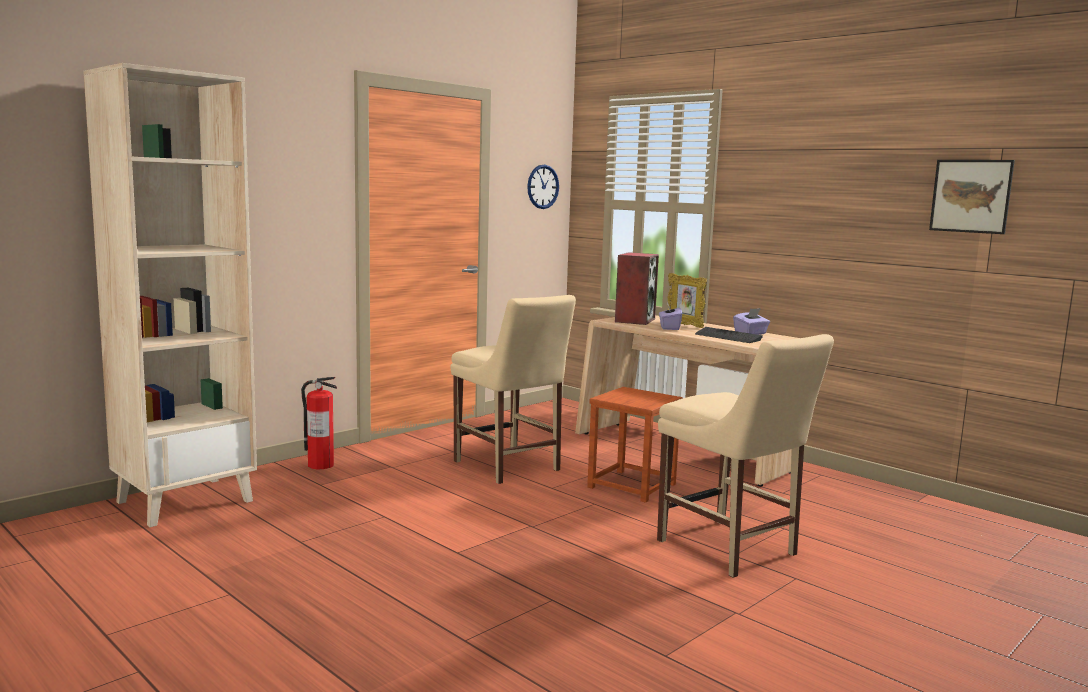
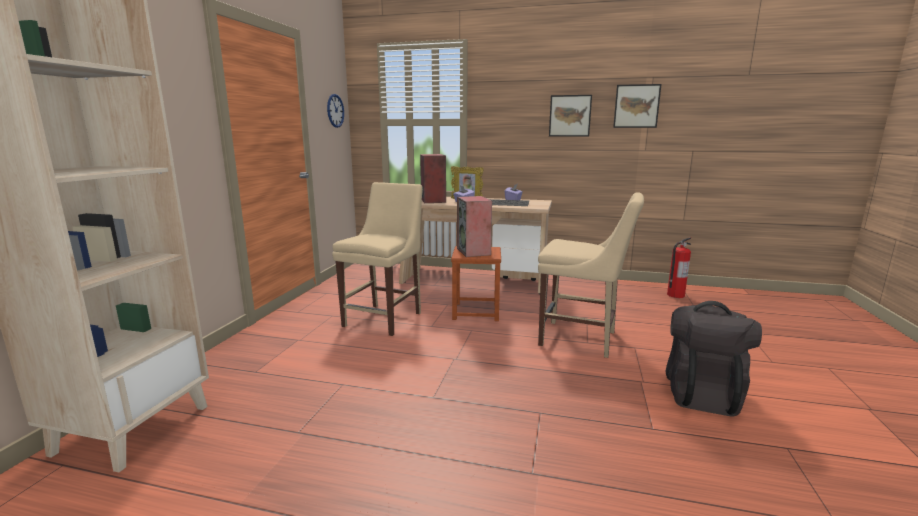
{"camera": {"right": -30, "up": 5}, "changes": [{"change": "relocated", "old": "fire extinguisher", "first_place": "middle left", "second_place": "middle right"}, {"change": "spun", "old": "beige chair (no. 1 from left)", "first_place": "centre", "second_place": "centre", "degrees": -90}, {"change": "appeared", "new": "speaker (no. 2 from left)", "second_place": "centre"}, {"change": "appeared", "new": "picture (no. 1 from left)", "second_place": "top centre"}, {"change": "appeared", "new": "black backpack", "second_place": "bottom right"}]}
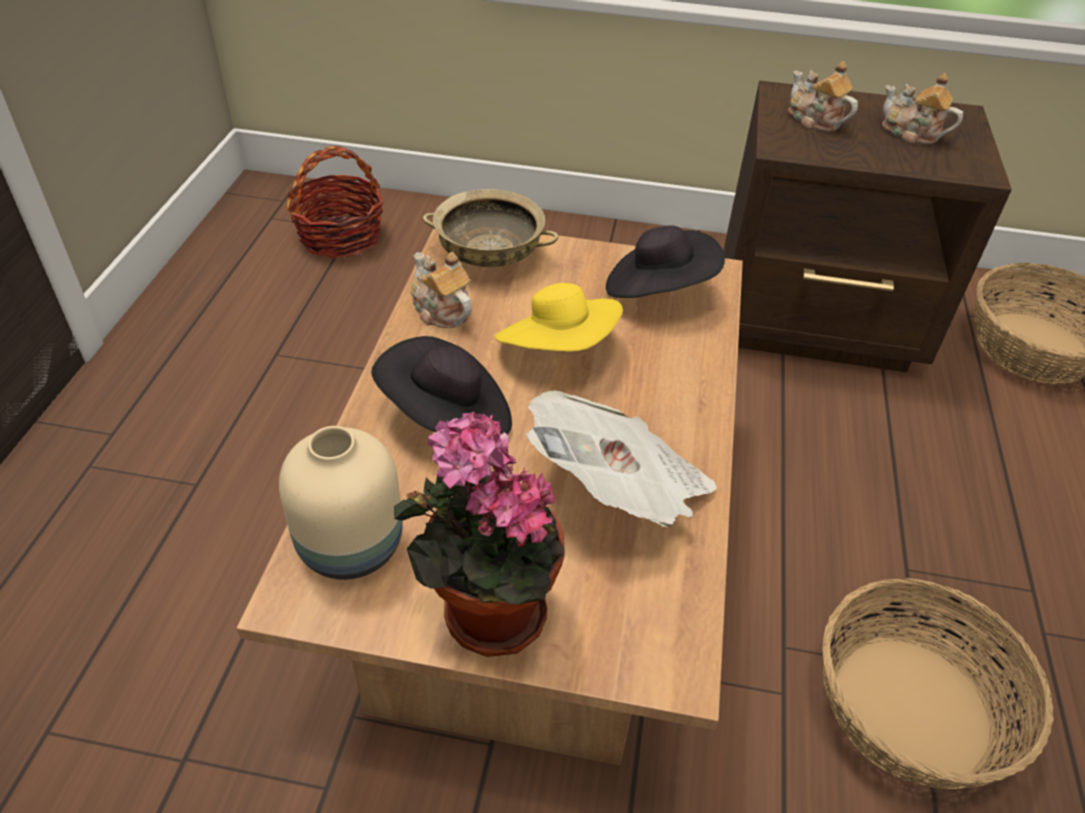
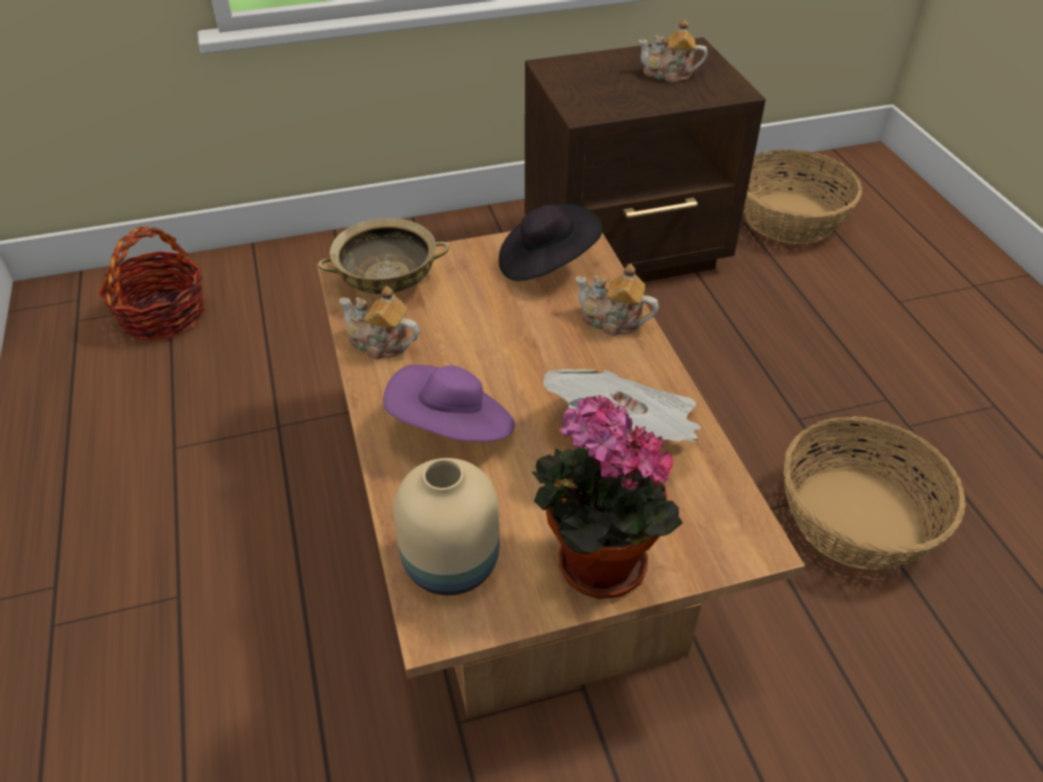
{"camera": {"right": -25, "up": 0}, "changes": [{"change": "colour", "old": "black hat (no. 1 from left)", "new": "purple hat", "first_place": "centre", "second_place": "centre"}, {"change": "missing", "old": "yellow hat", "first_place": "centre"}, {"change": "relocated", "old": "teapot (no. 2 from left)", "first_place": "top right", "second_place": "centre"}]}
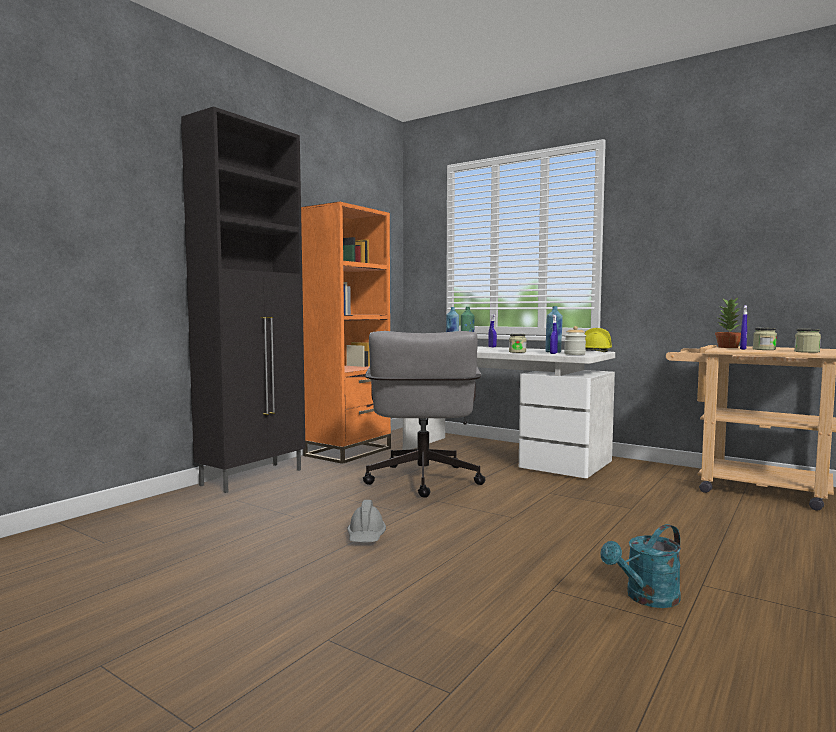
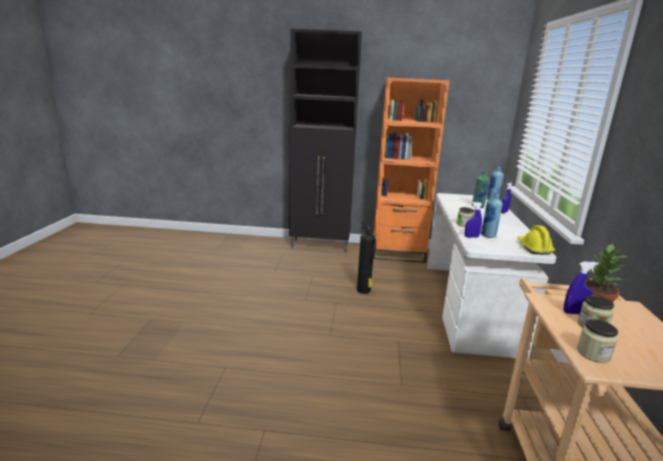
{"camera": {"right": 60, "up": 15}, "changes": [{"change": "missing", "old": "grey hard hat", "first_place": "bottom centre"}, {"change": "exchanged", "old": "grey office chair", "new": "fire extinguisher", "first_place": "centre", "second_place": "centre"}, {"change": "missing", "old": "jar (no. 2 from left)", "first_place": "middle right"}, {"change": "missing", "old": "turquoise watering can", "first_place": "bottom right"}]}
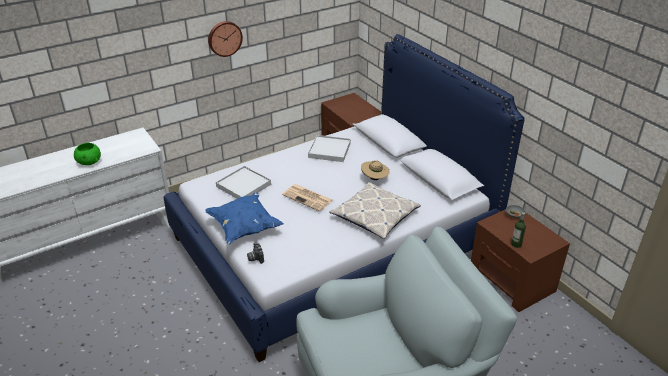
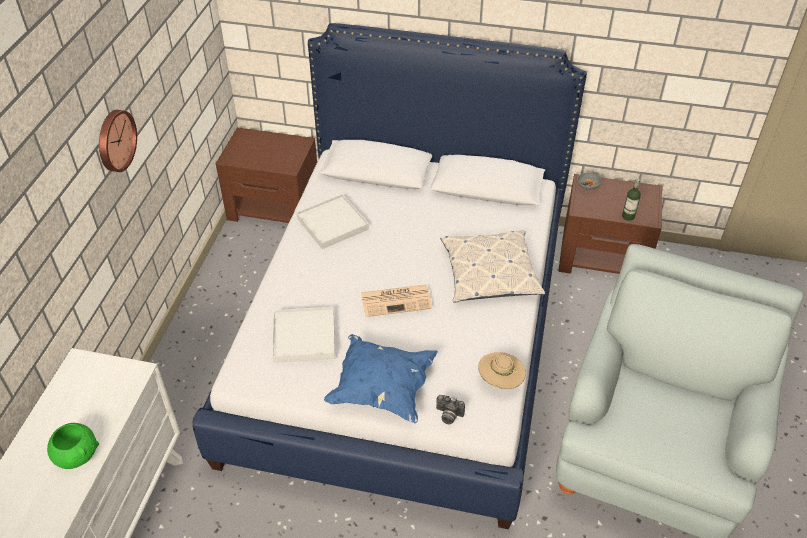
{"camera": {"right": -45, "up": 10}, "changes": [{"change": "relocated", "old": "beige hat", "first_place": "centre", "second_place": "bottom centre"}]}
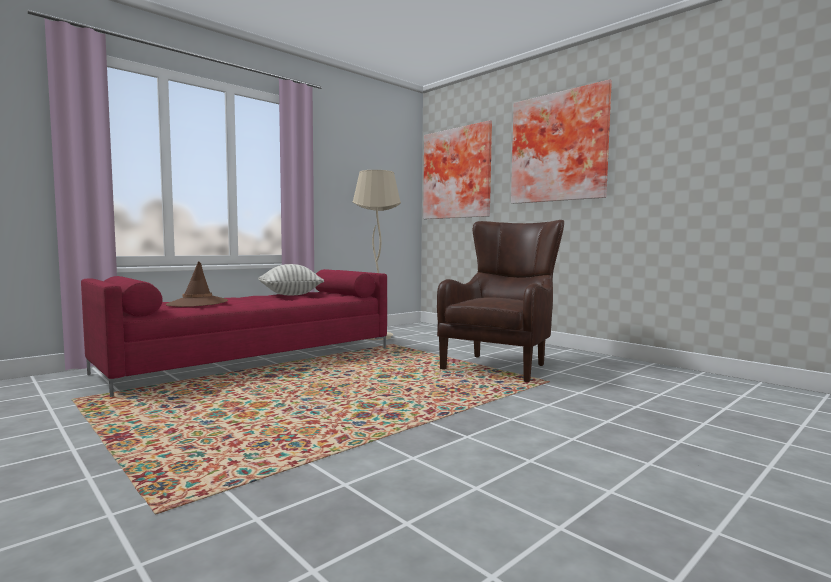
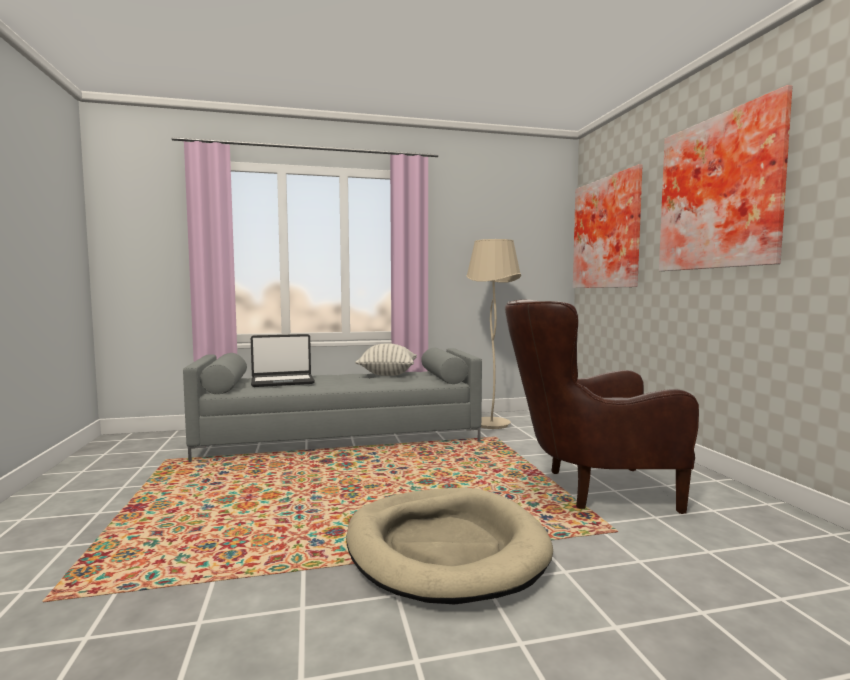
{"camera": {"right": 30, "up": 0}, "changes": [{"change": "colour", "old": "red sofa", "new": "grey sofa", "first_place": "middle left", "second_place": "centre"}, {"change": "exchanged", "old": "brown hat", "new": "laptop", "first_place": "middle left", "second_place": "middle left"}, {"change": "spun", "old": "brown armchair", "first_place": "centre", "second_place": "middle right", "degrees": -150}, {"change": "appeared", "new": "beige dog bed", "second_place": "bottom centre"}]}
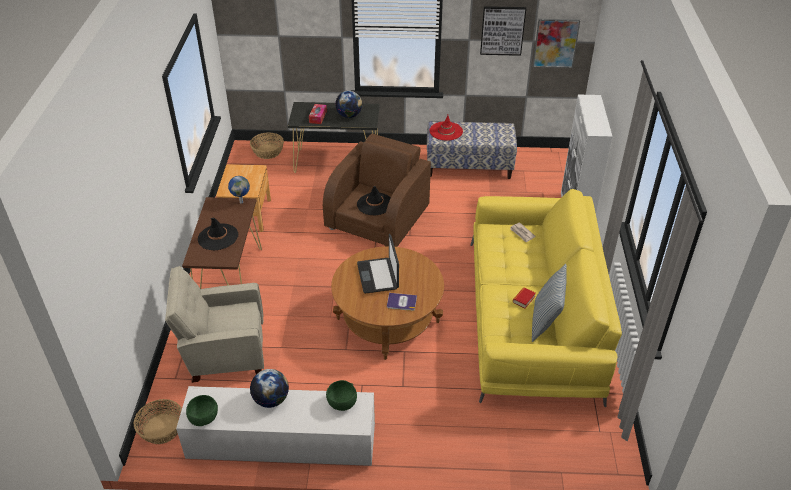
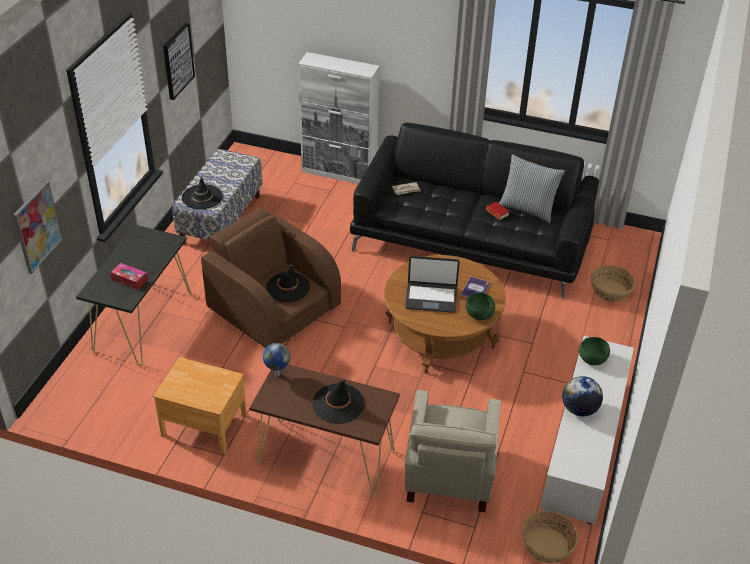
{"camera": {"right": -75, "up": 0}, "changes": [{"change": "relocated", "old": "green bowl (no. 1 from left)", "first_place": "bottom left", "second_place": "centre"}, {"change": "relocated", "old": "basket (no. 2 from left)", "first_place": "top centre", "second_place": "middle right"}, {"change": "missing", "old": "globe (no. 3 from left)", "first_place": "top centre"}, {"change": "colour", "old": "red hat", "new": "black hat (no. 1 from left)", "first_place": "top centre", "second_place": "middle left"}, {"change": "colour", "old": "yellow sofa", "new": "black sofa", "first_place": "middle right", "second_place": "centre"}, {"change": "relocated", "old": "picture (no. 2 from left in the first image)", "new": "picture (no. 1 from left)", "first_place": "top right", "second_place": "middle left"}]}
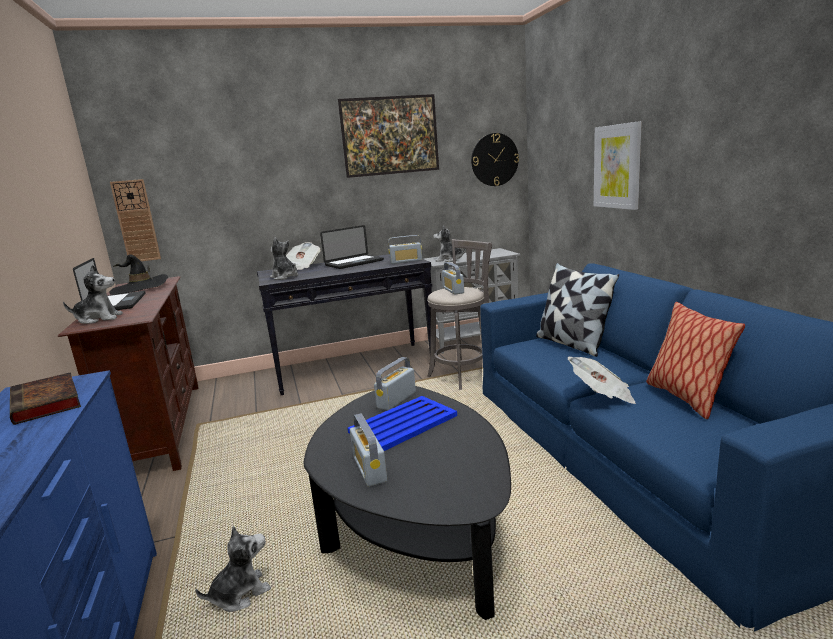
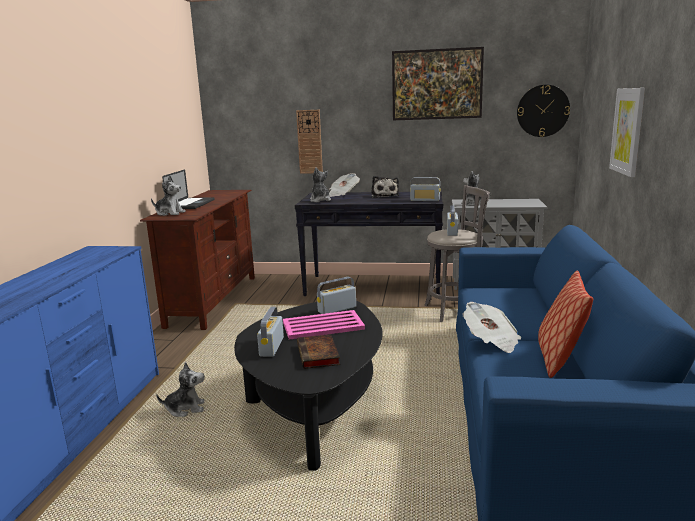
{"camera": {"right": 25, "up": 0}, "changes": [{"change": "relocated", "old": "book", "first_place": "middle left", "second_place": "bottom centre"}, {"change": "missing", "old": "black hat", "first_place": "middle left"}, {"change": "relocated", "old": "wall clock (no. 1 from left)", "first_place": "middle left", "second_place": "top centre"}, {"change": "exchanged", "old": "laptop (no. 2 from left)", "new": "plush toy (no. 4 from left)", "first_place": "centre", "second_place": "centre"}, {"change": "colour", "old": "blue tray", "new": "pink tray", "first_place": "centre", "second_place": "centre"}, {"change": "missing", "old": "pillow (no. 1 from left)", "first_place": "middle right"}]}
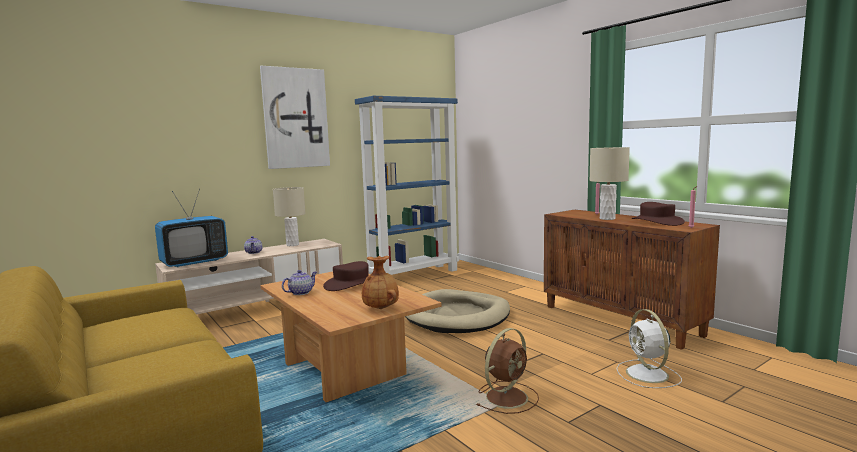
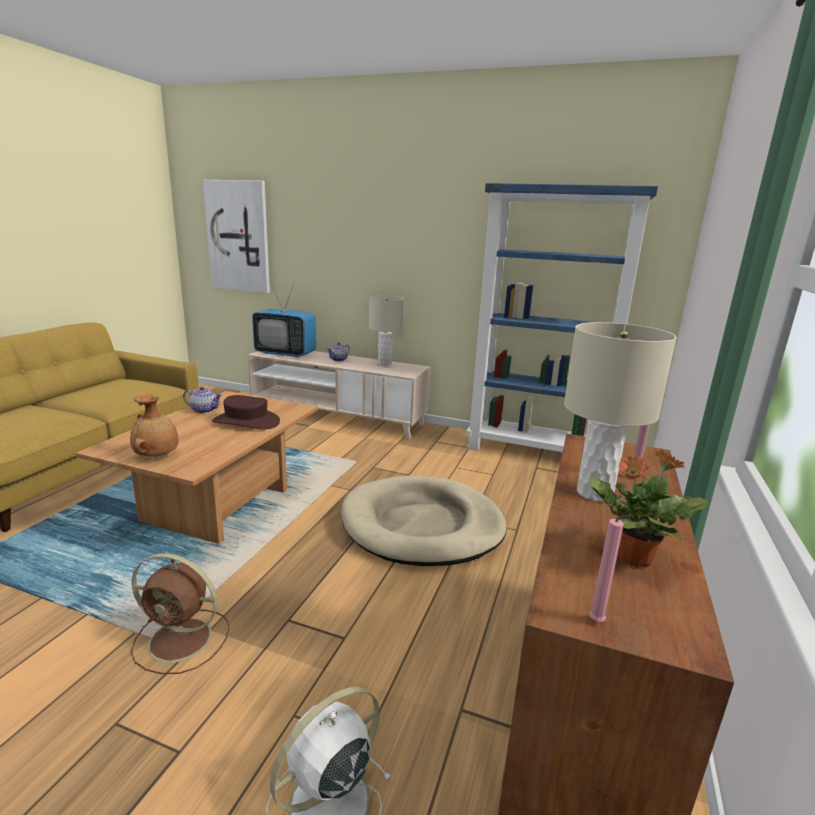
{"camera": {"right": 55, "up": 10}, "changes": [{"change": "relocated", "old": "picture", "first_place": "top centre", "second_place": "top left"}, {"change": "exchanged", "old": "brown hat (no. 2 from left)", "new": "potted plant", "first_place": "middle right", "second_place": "middle right"}]}
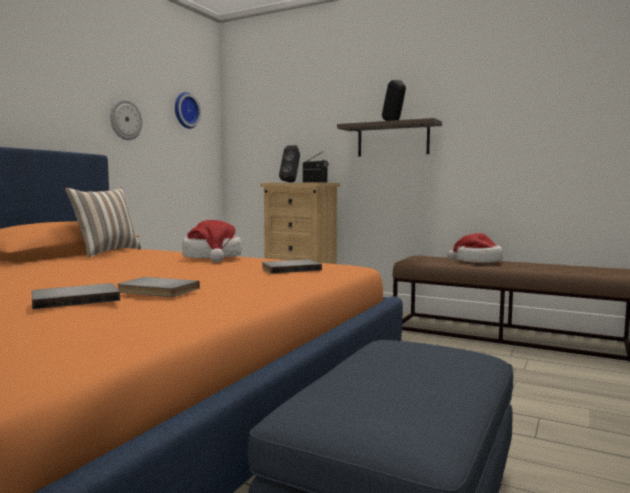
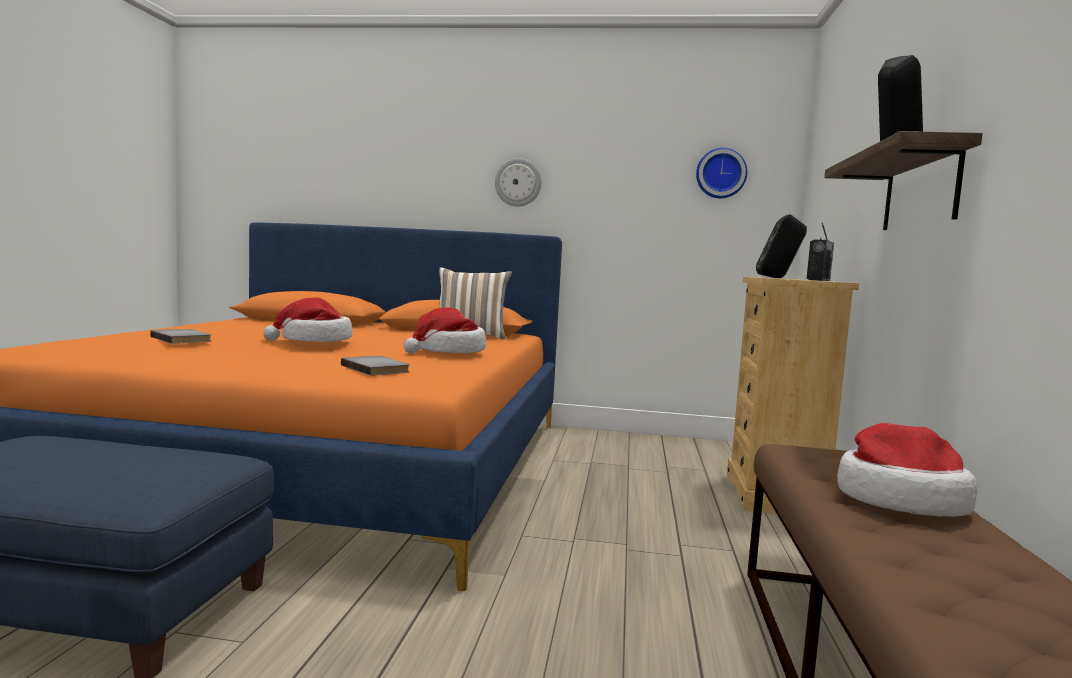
{"camera": {"right": 70, "up": 0}, "changes": [{"change": "relocated", "old": "wall clock (no. 1 from left)", "first_place": "top left", "second_place": "top centre"}, {"change": "missing", "old": "grey book (no. 2 from left)", "first_place": "middle left"}, {"change": "appeared", "new": "hat (no. 1 from left)", "second_place": "middle left"}]}
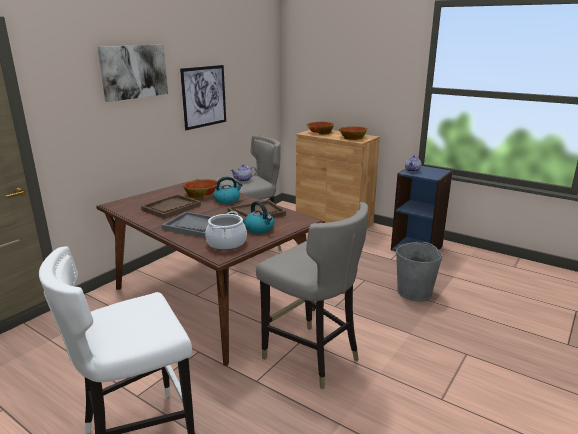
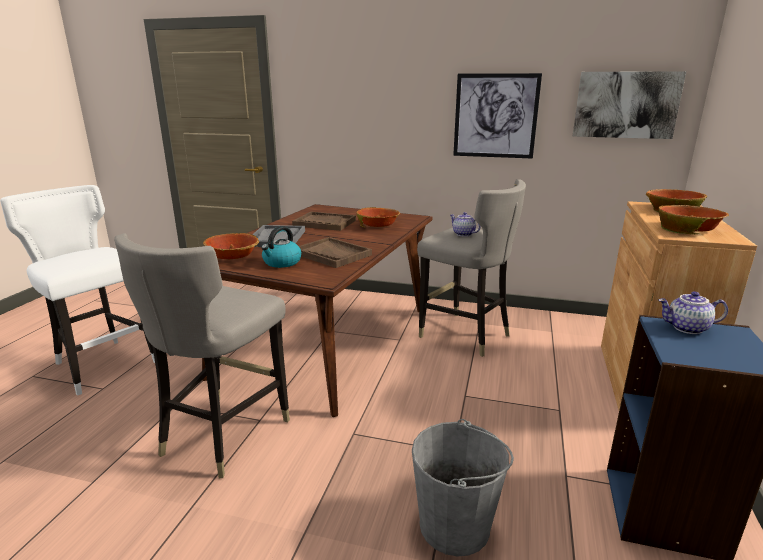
{"camera": {"right": 70, "up": 0}, "changes": [{"change": "relocated", "old": "picture (no. 1 from left in the first image)", "new": "picture (no. 2 from left)", "first_place": "top left", "second_place": "top right"}, {"change": "exchanged", "old": "cooking pot", "new": "bowl (no. 1 from left)", "first_place": "centre", "second_place": "middle left"}, {"change": "missing", "old": "kettle (no. 1 from left)", "first_place": "centre"}]}
